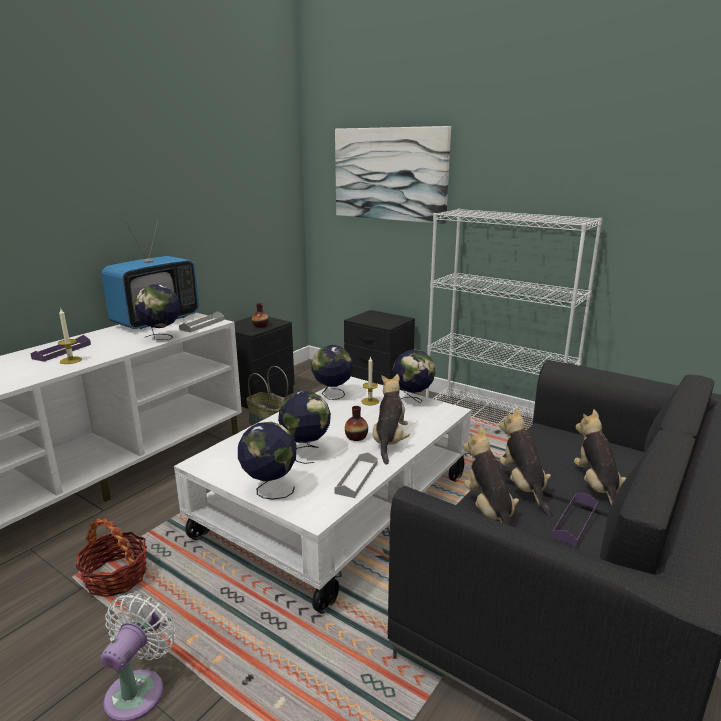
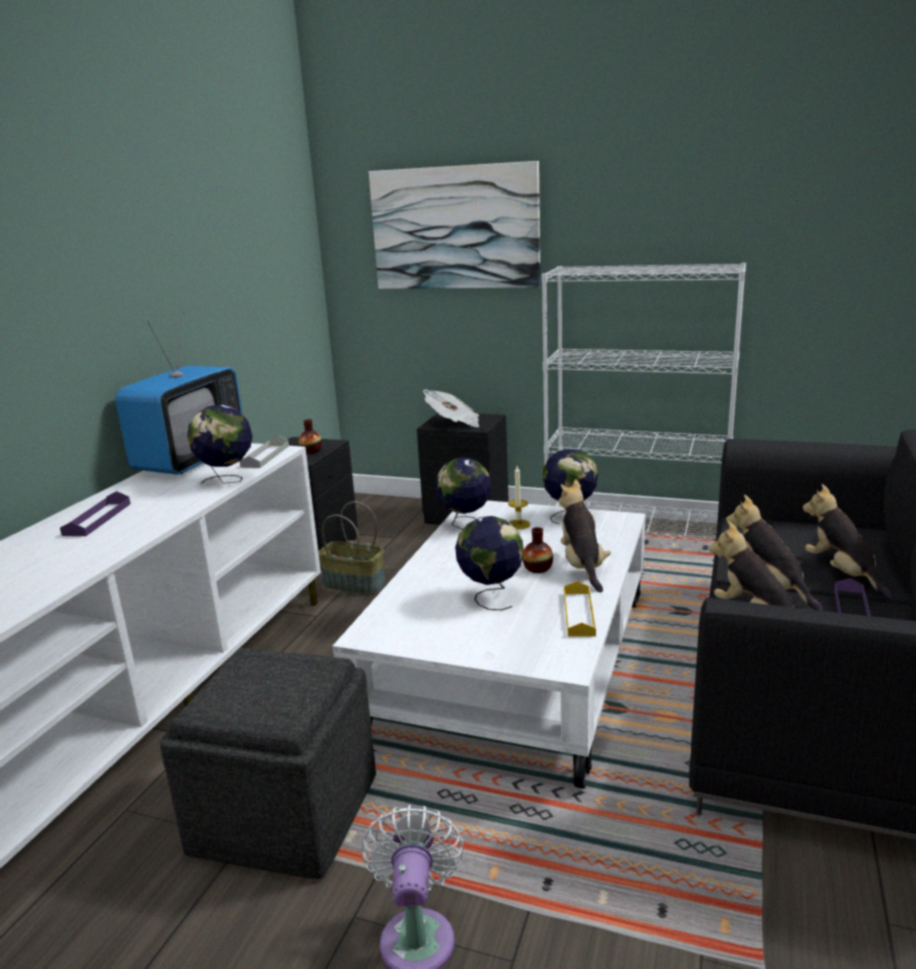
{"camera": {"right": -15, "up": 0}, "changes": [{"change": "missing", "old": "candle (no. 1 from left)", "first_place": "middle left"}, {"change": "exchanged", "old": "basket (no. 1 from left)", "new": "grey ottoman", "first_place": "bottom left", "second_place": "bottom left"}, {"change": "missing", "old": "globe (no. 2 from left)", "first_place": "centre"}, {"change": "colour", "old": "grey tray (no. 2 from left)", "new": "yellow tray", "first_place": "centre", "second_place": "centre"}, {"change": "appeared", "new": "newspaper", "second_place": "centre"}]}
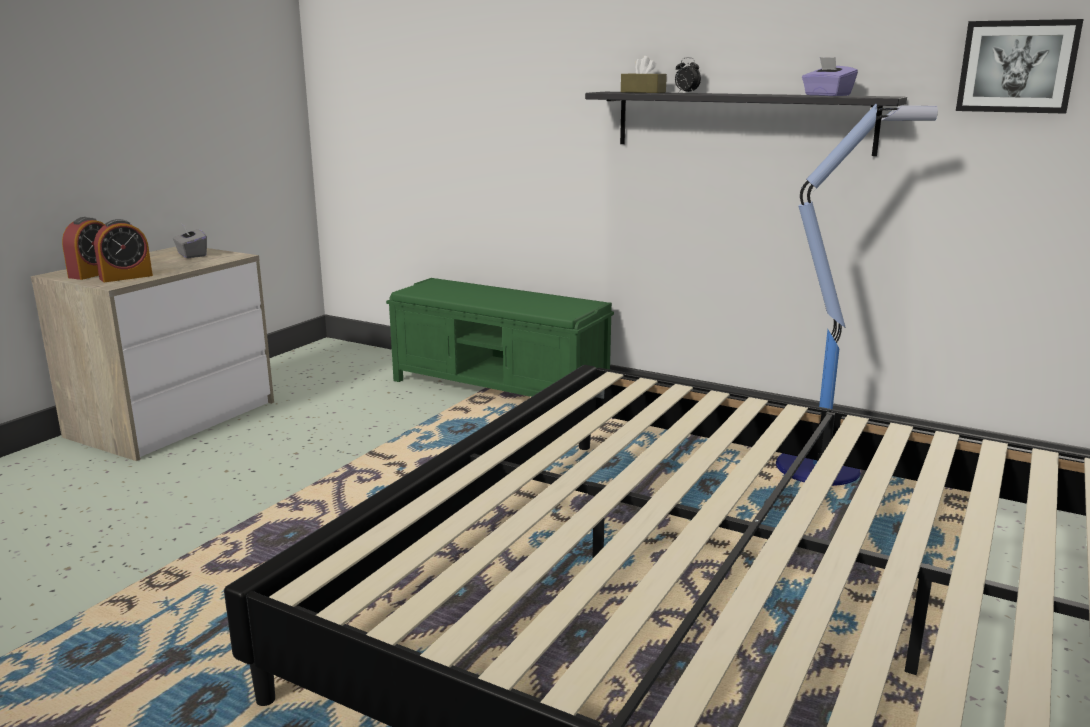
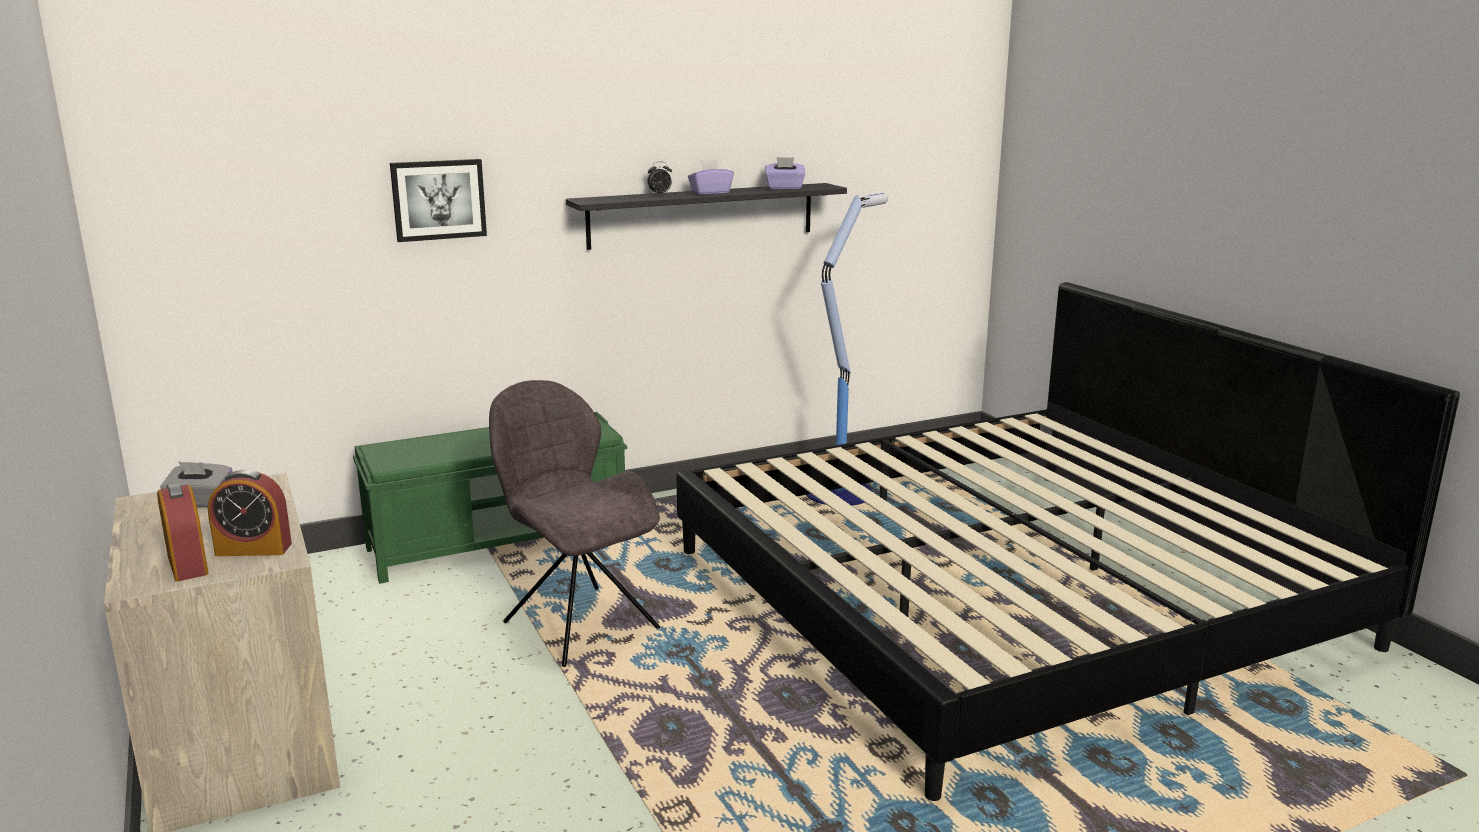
{"camera": {"right": -55, "up": 0}, "changes": [{"change": "spun", "old": "alarm clock (no. 2 from left)", "first_place": "middle left", "second_place": "middle left", "degrees": 90}, {"change": "missing", "old": "brown tissue box", "first_place": "top centre"}, {"change": "relocated", "old": "picture", "first_place": "top right", "second_place": "top left"}, {"change": "appeared", "new": "grey chair", "second_place": "centre"}, {"change": "appeared", "new": "purple tissue box (no. 1 from left)", "second_place": "top centre"}]}
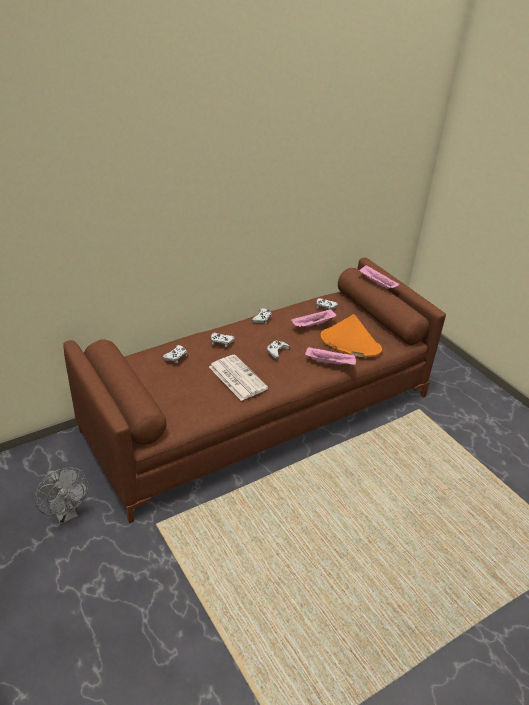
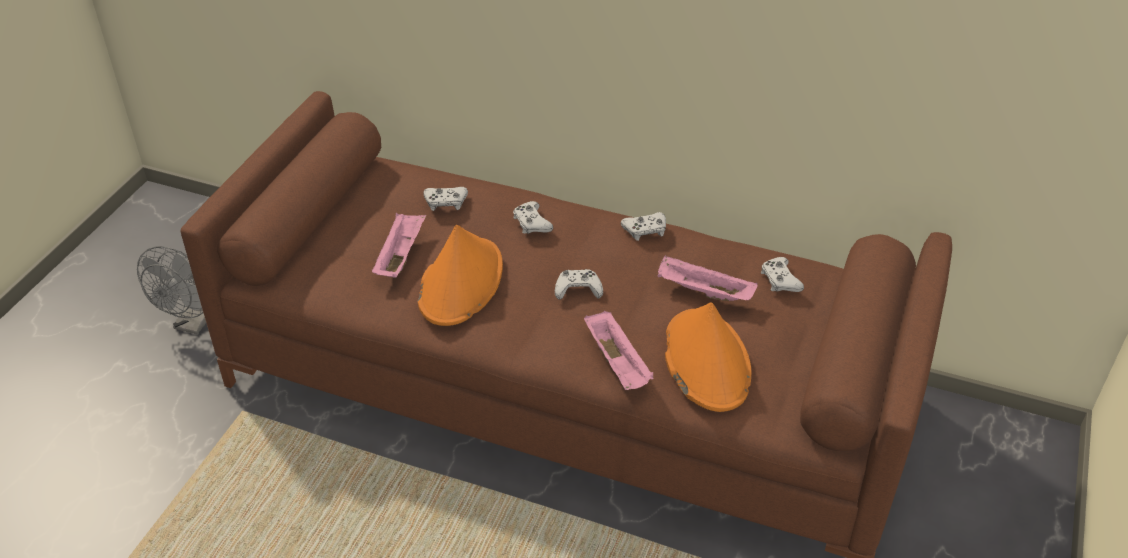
{"camera": {"right": 55, "up": 5}, "changes": [{"change": "exchanged", "old": "newspaper", "new": "orange hat (no. 1 from left)", "first_place": "centre", "second_place": "centre"}, {"change": "relocated", "old": "pink tray (no. 3 from left in the first image)", "new": "pink tray (no. 1 from left)", "first_place": "middle right", "second_place": "centre"}]}
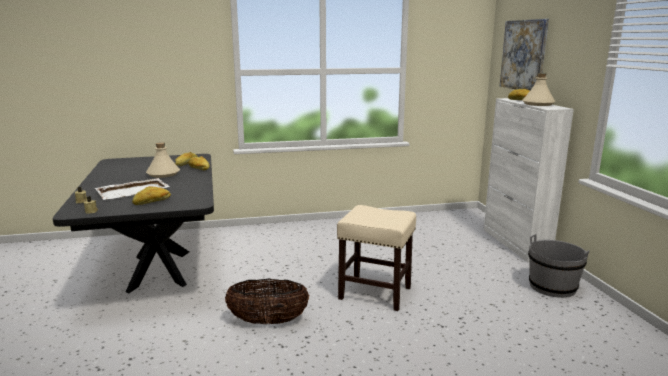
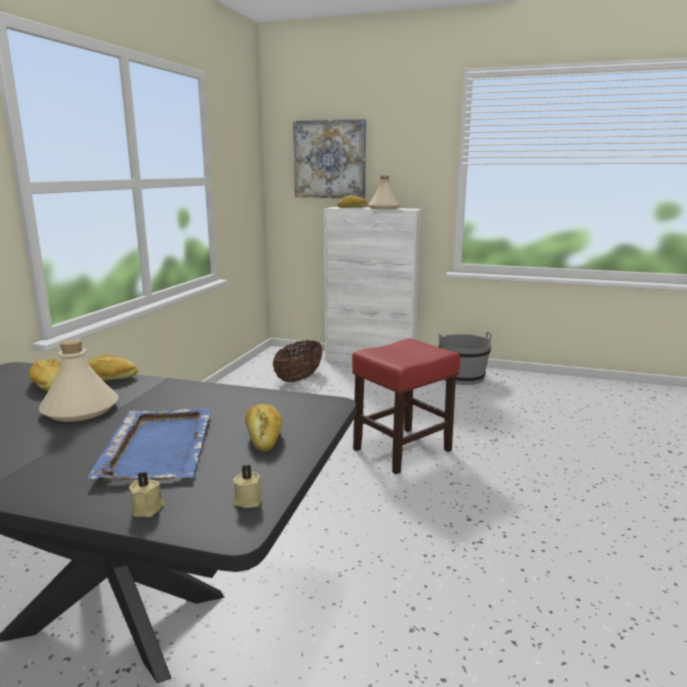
{"camera": {"right": -60, "up": 0}, "changes": [{"change": "colour", "old": "white tray", "new": "blue tray", "first_place": "middle left", "second_place": "middle left"}, {"change": "relocated", "old": "basket", "first_place": "bottom centre", "second_place": "centre"}, {"change": "colour", "old": "beige stool", "new": "red stool", "first_place": "bottom centre", "second_place": "centre"}]}
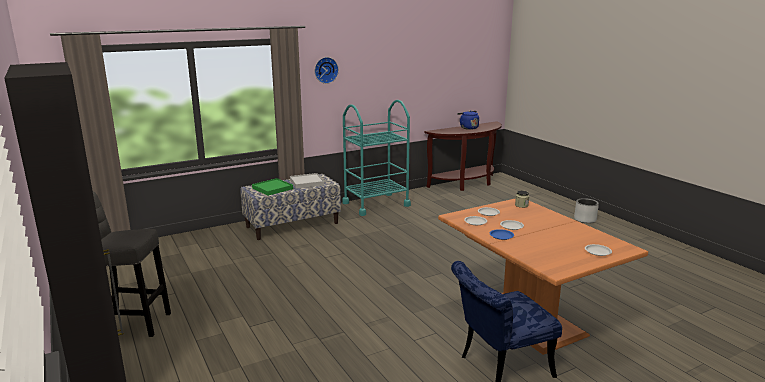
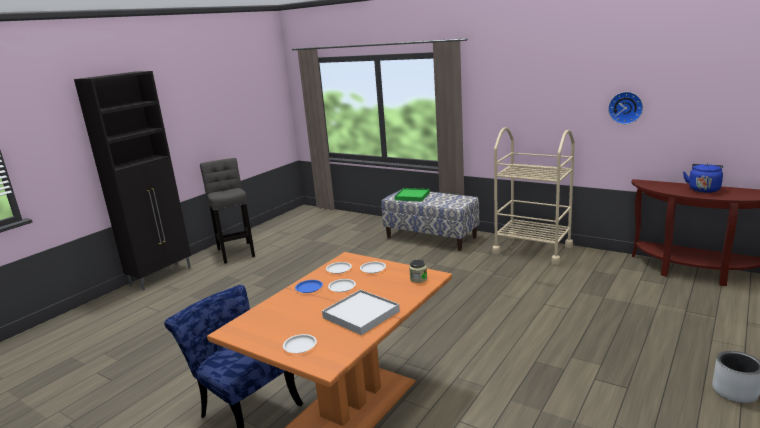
{"camera": {"right": 65, "up": 0}, "changes": [{"change": "relocated", "old": "white tray", "first_place": "centre", "second_place": "bottom centre"}, {"change": "relocated", "old": "wall clock", "first_place": "top centre", "second_place": "top right"}, {"change": "colour", "old": "turquoise cart", "new": "beige cart", "first_place": "centre", "second_place": "middle right"}]}
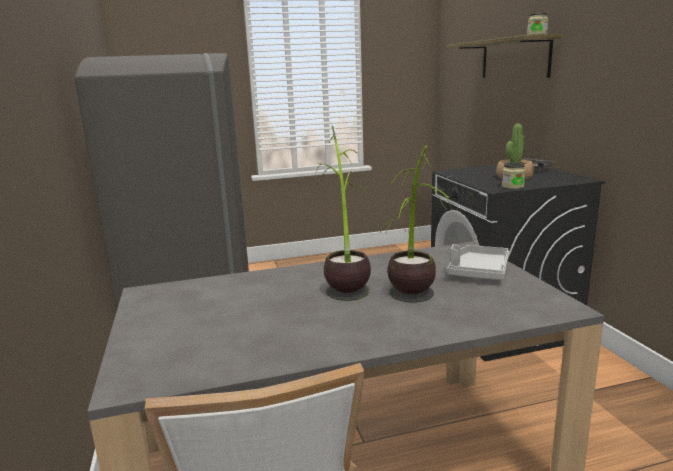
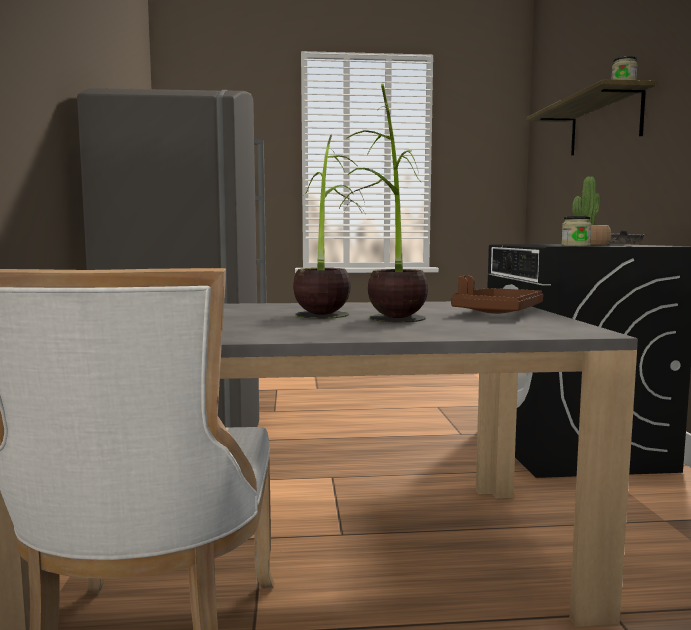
{"camera": {"right": 10, "up": -10}, "changes": [{"change": "colour", "old": "grey tray (no. 1 from left)", "new": "brown tray", "first_place": "middle right", "second_place": "middle right"}]}
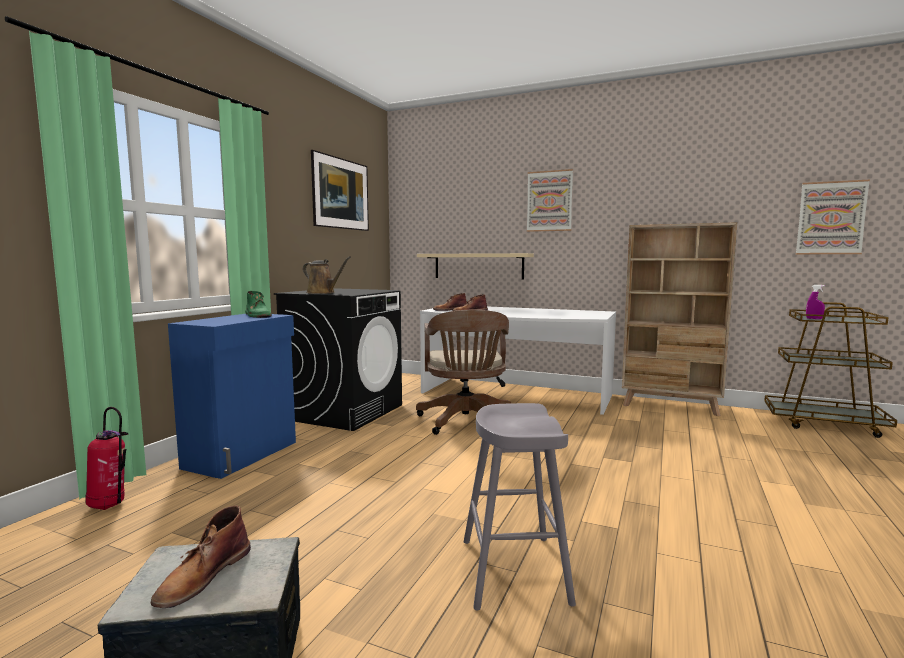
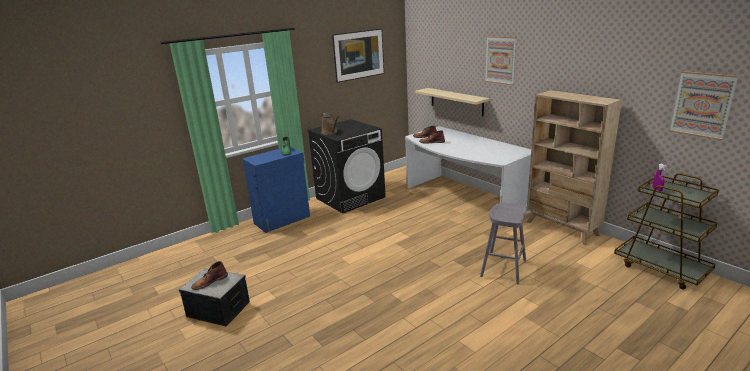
{"camera": {"right": 30, "up": 15}, "changes": [{"change": "missing", "old": "fire extinguisher", "first_place": "bottom left"}, {"change": "missing", "old": "brown office chair", "first_place": "centre"}, {"change": "relocated", "old": "grey stool", "first_place": "bottom centre", "second_place": "middle right"}]}
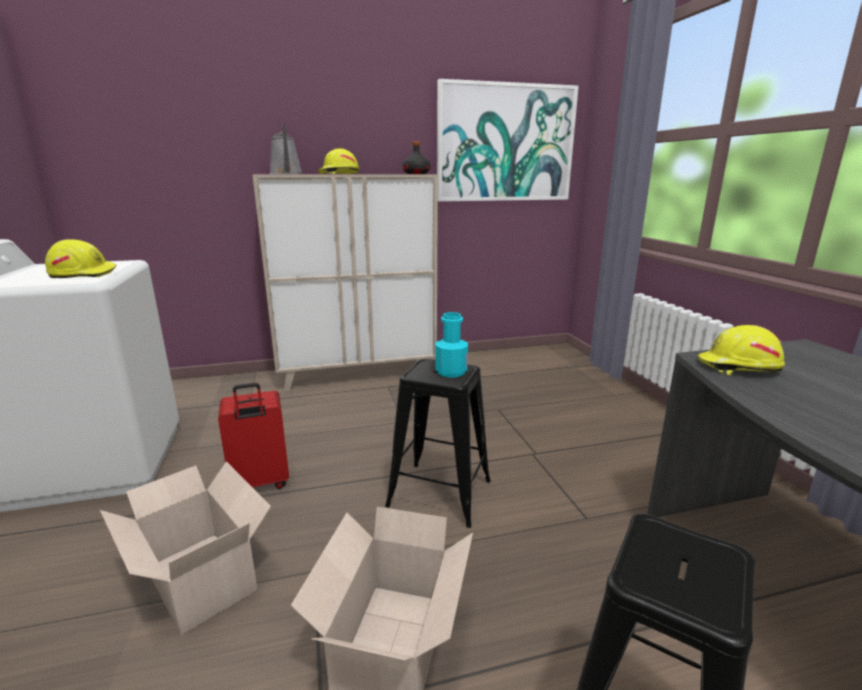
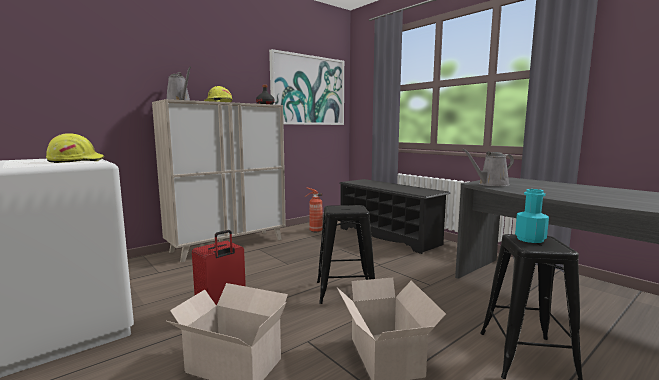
{"camera": {"right": -25, "up": -10}, "changes": [{"change": "relocated", "old": "turquoise bottle", "first_place": "centre", "second_place": "middle right"}, {"change": "exchanged", "old": "yellow hard hat (no. 3 from left)", "new": "grey watering can (no. 2 from left)", "first_place": "middle right", "second_place": "middle right"}, {"change": "appeared", "new": "fire extinguisher", "second_place": "centre"}, {"change": "appeared", "new": "black shoe rack", "second_place": "centre"}]}
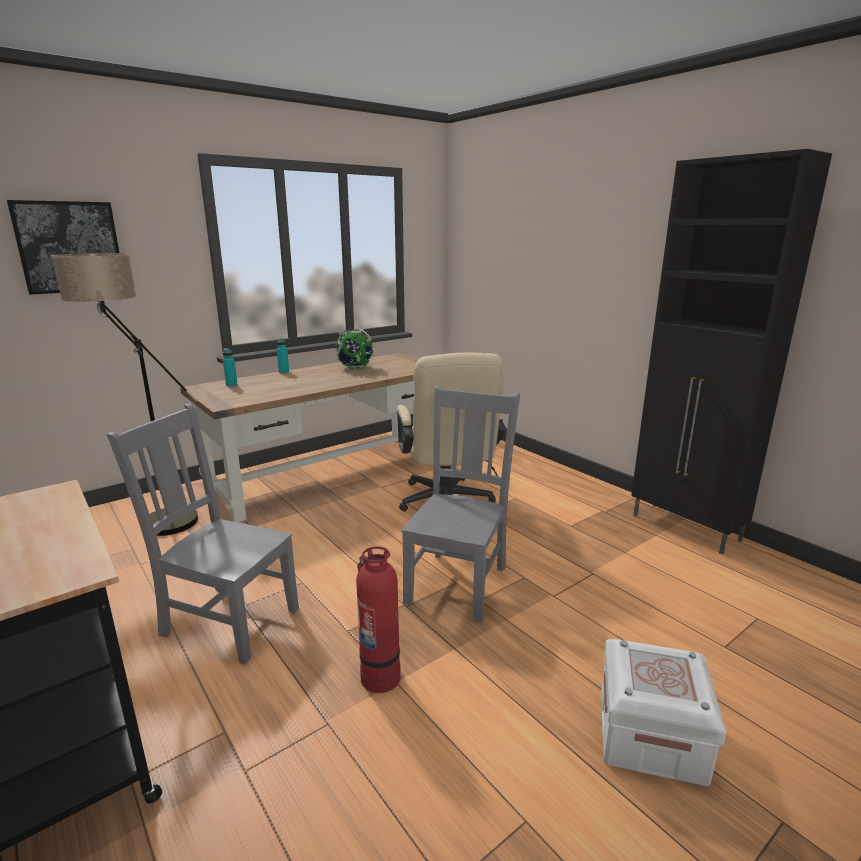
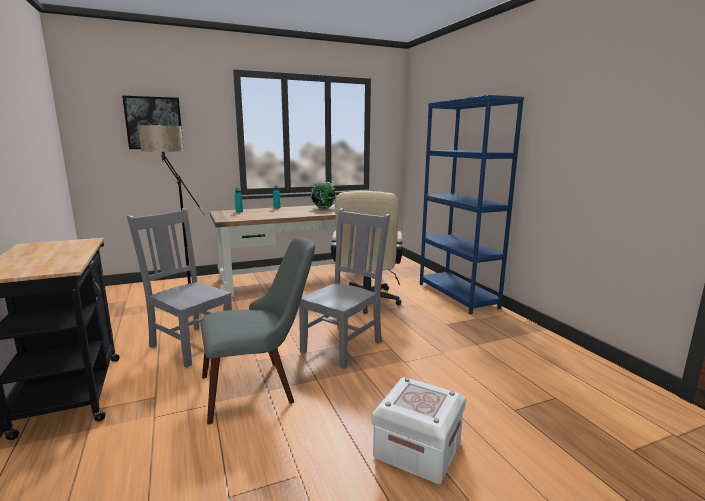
{"camera": {"right": 15, "up": -5}, "changes": [{"change": "exchanged", "old": "fire extinguisher", "new": "grey chair (no. 2 from left)", "first_place": "bottom centre", "second_place": "centre"}, {"change": "missing", "old": "black cabinet", "first_place": "middle right"}, {"change": "appeared", "new": "blue bookcase", "second_place": "middle right"}]}
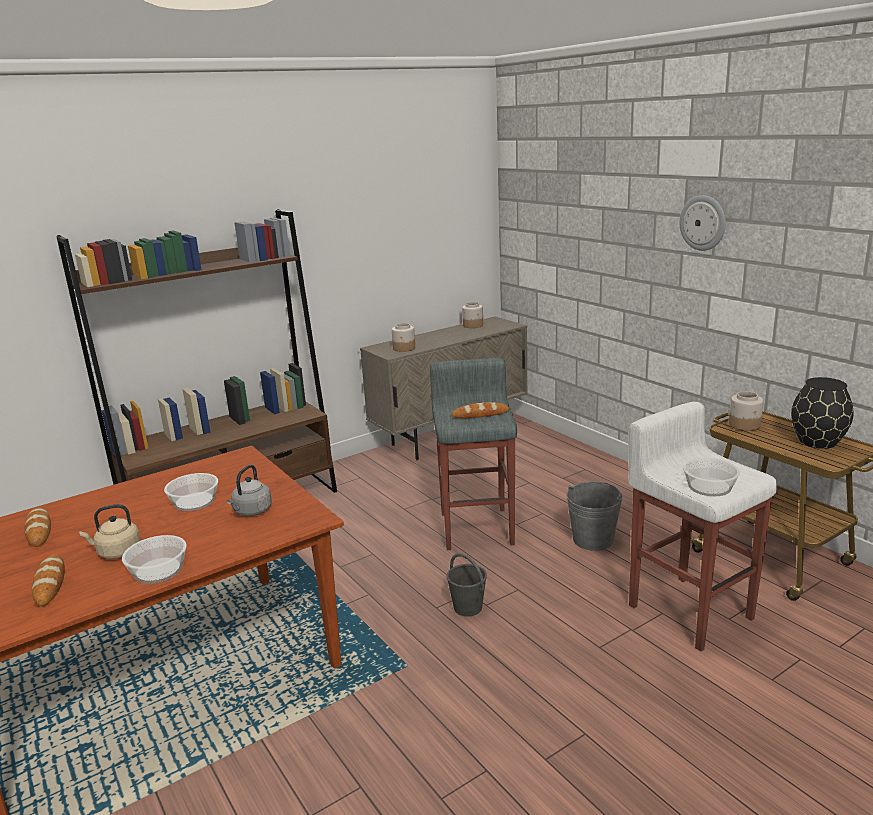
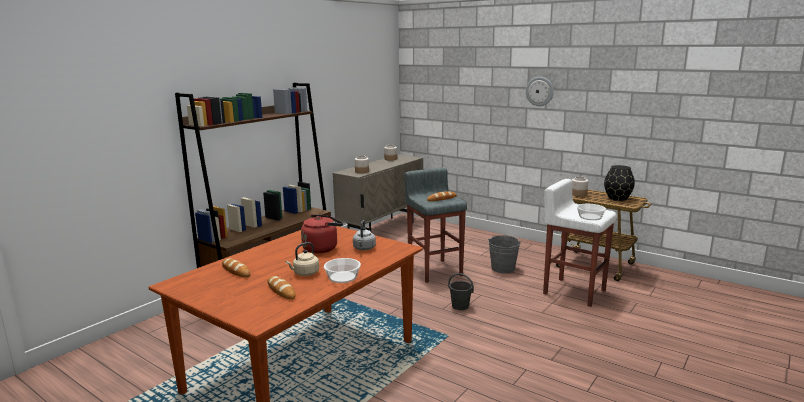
{"camera": {"right": -20, "up": -5}, "changes": [{"change": "exchanged", "old": "bowl (no. 2 from left)", "new": "red kettle", "first_place": "middle left", "second_place": "centre"}]}
